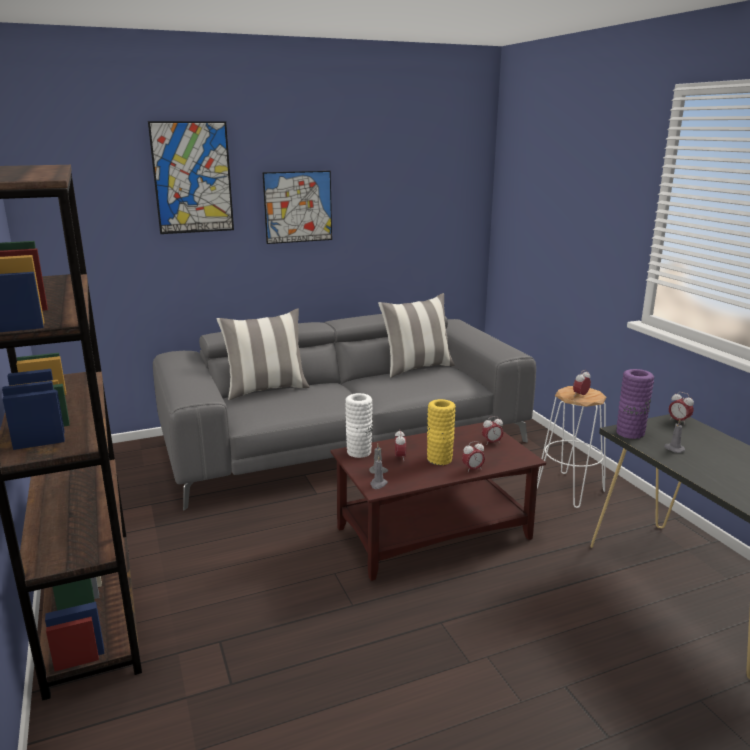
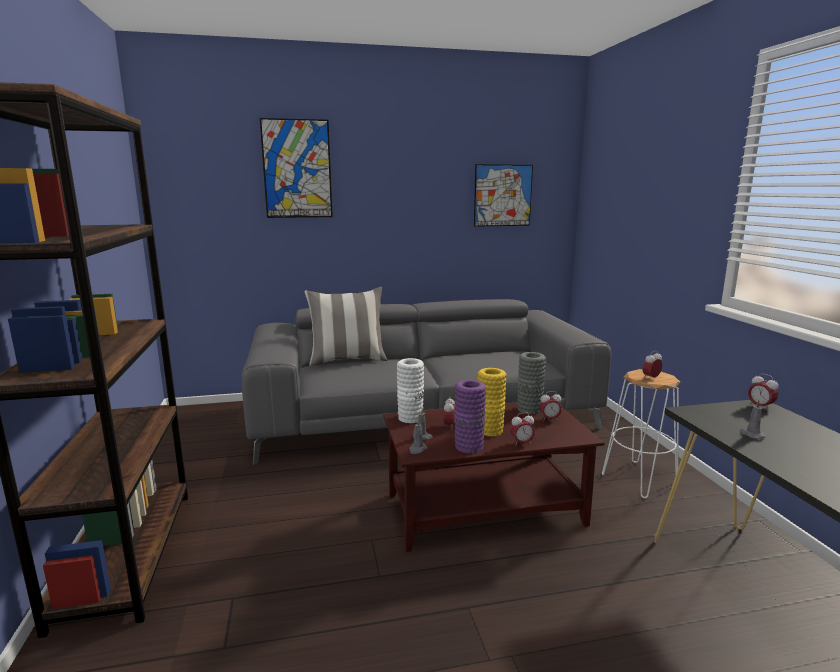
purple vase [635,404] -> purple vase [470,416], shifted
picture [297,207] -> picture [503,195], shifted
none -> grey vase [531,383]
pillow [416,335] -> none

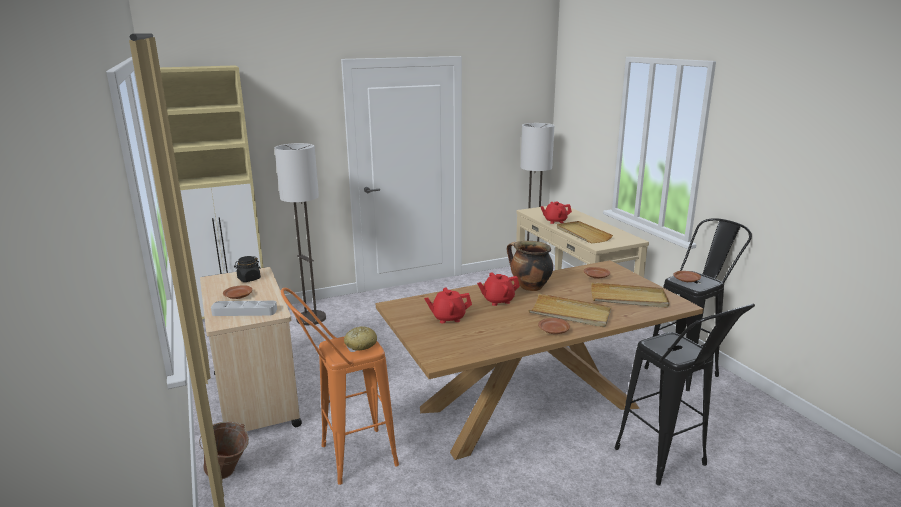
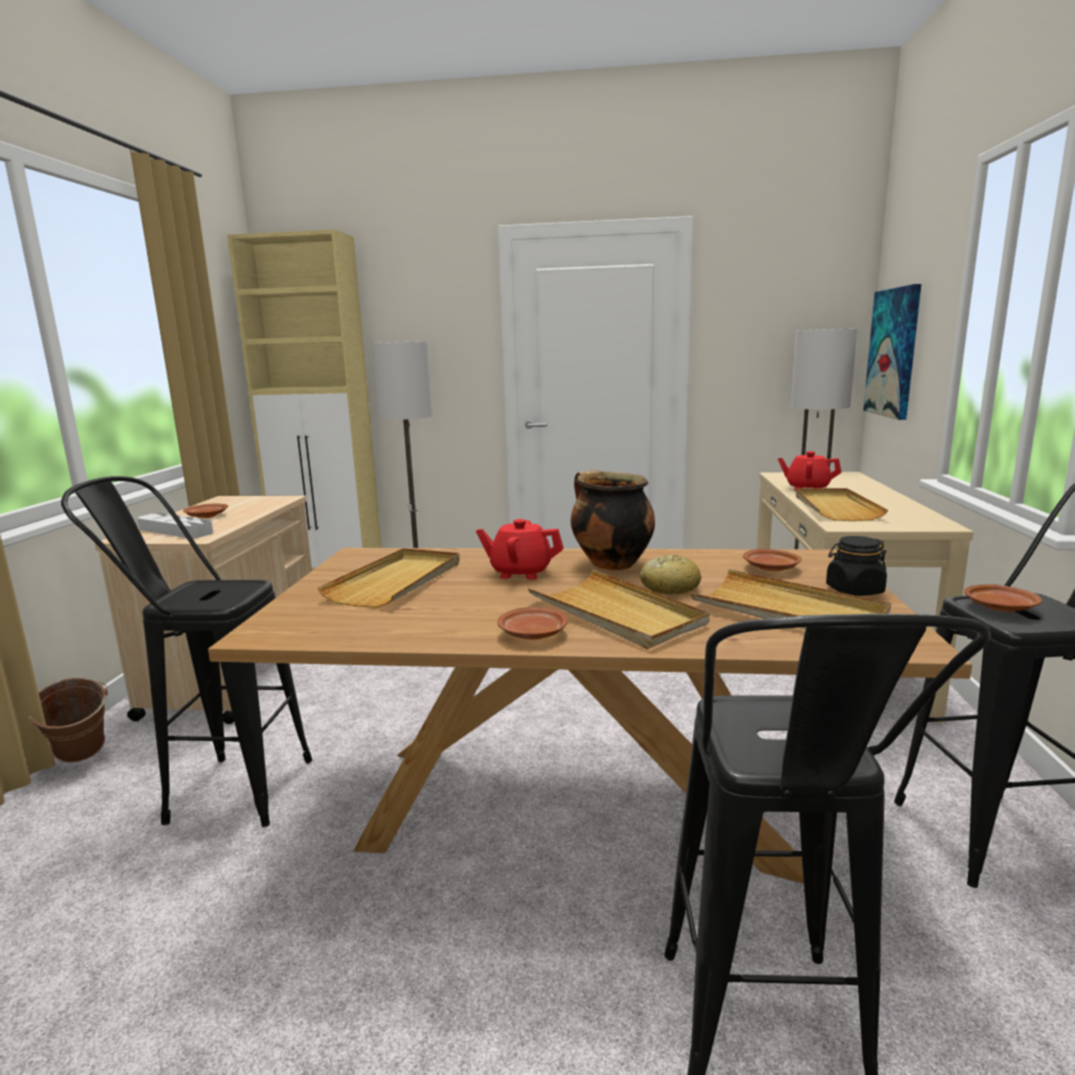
orange stool [340,386] -> black stool [186,651]
red teapot [448,305] -> beige tray [388,578]
bread [360,338] -> bread [670,574], shifted
black jar [247,269] -> black jar [856,566], shifted
none -> picture [892,352]

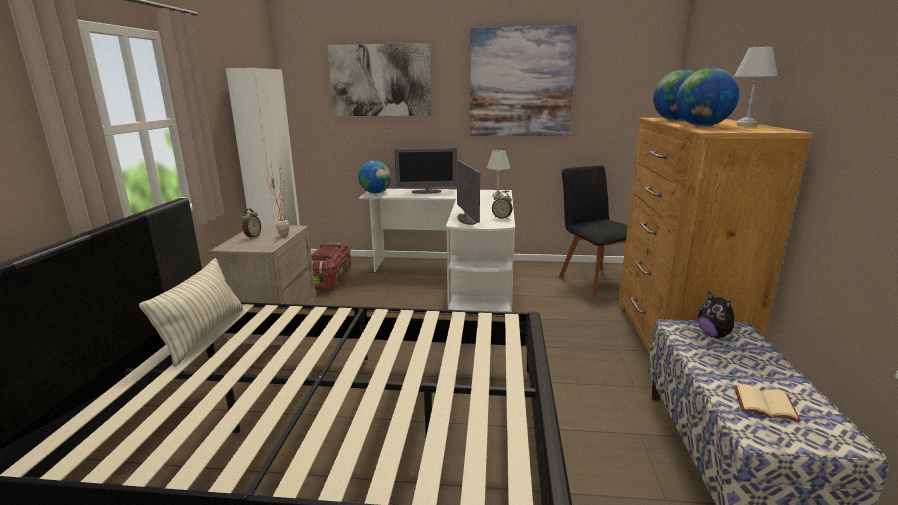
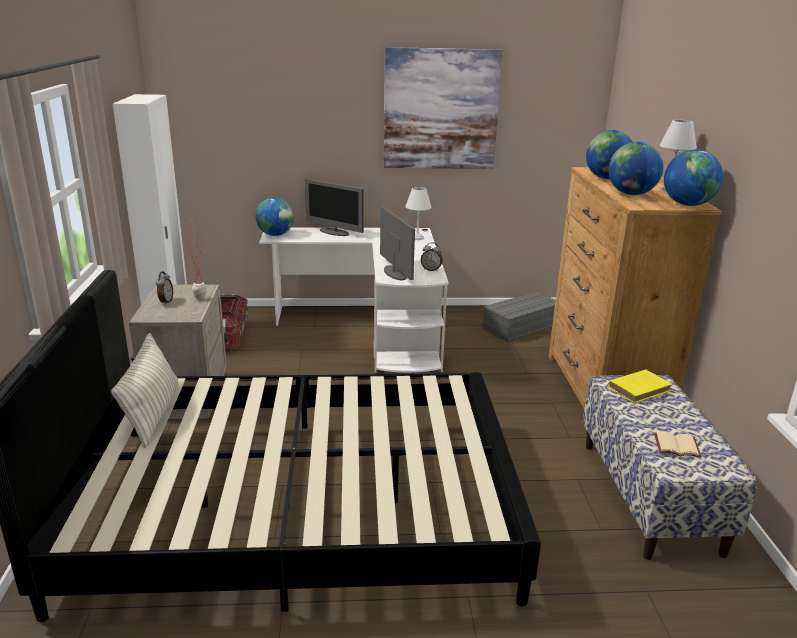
monitor [426,171] -> monitor [334,207], 45 degrees clockwise
black chair [593,230] -> grey storage box [519,317]
plush toy [719,314] -> yellow book [640,386]
none -> globe [693,178]
picture [379,79] -> none

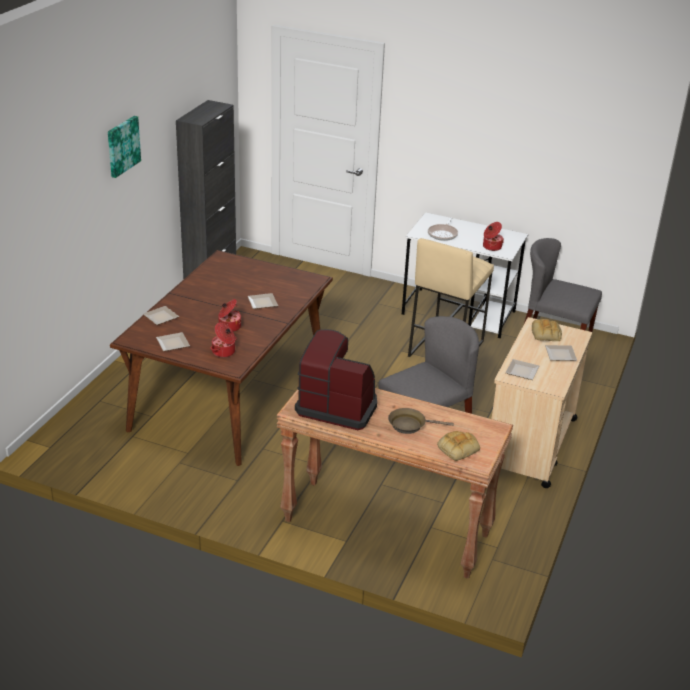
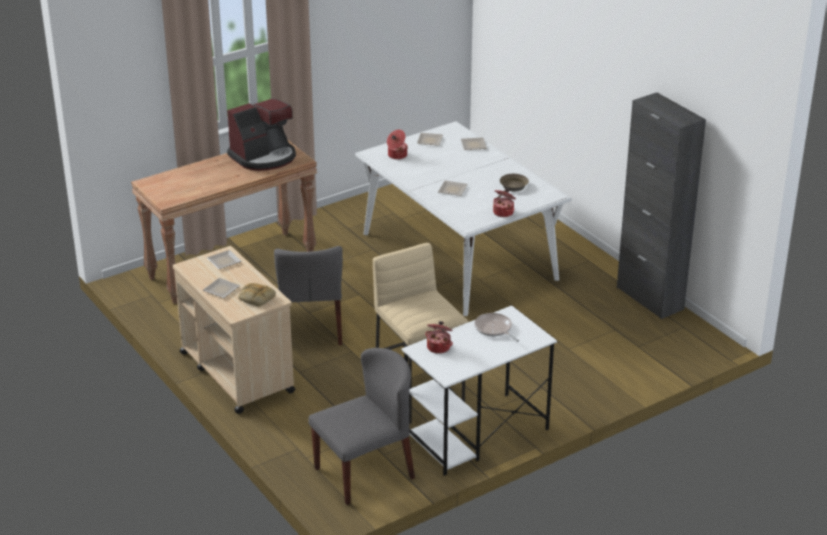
brown dining table [221,358] -> white dining table [463,218]
cooking pot [229,315] -> cooking pot [504,203], shifted
brown frying pan [421,421] -> brown frying pan [513,186], shifted
picture [124,147] -> none
bread [458,446] -> none

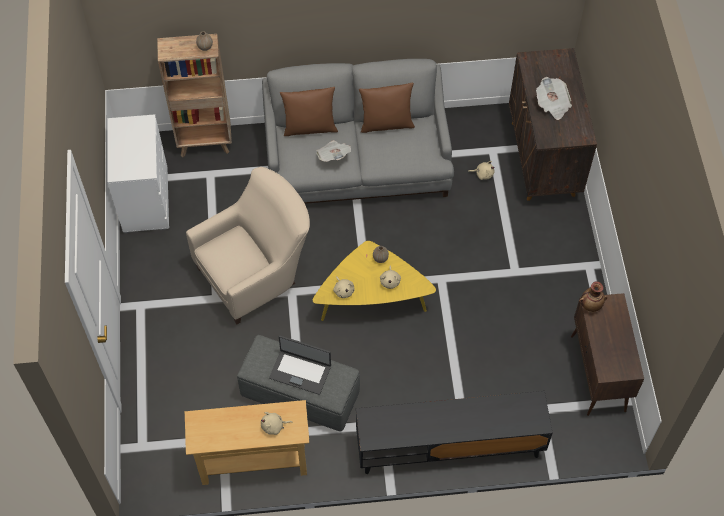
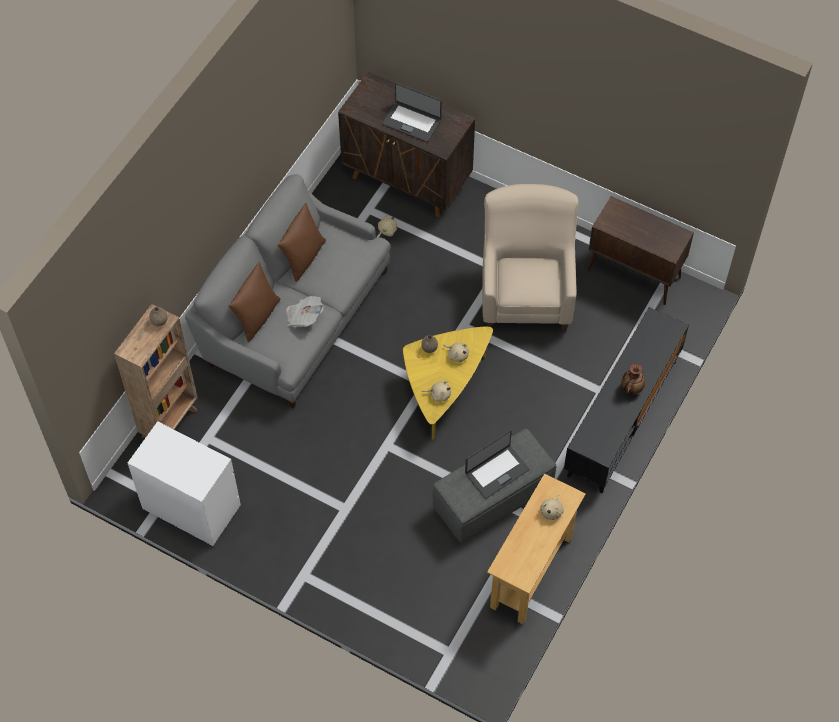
newspaper [554,98] -> laptop [412,112]
beige armchair [248,245] -> beige armchair [530,258], shifted
vase [593,296] -> vase [633,379], shifted

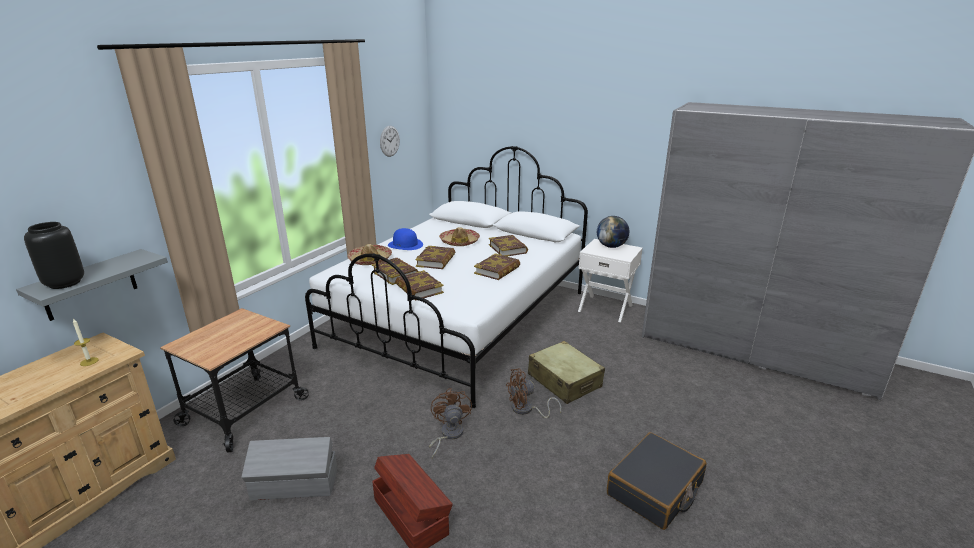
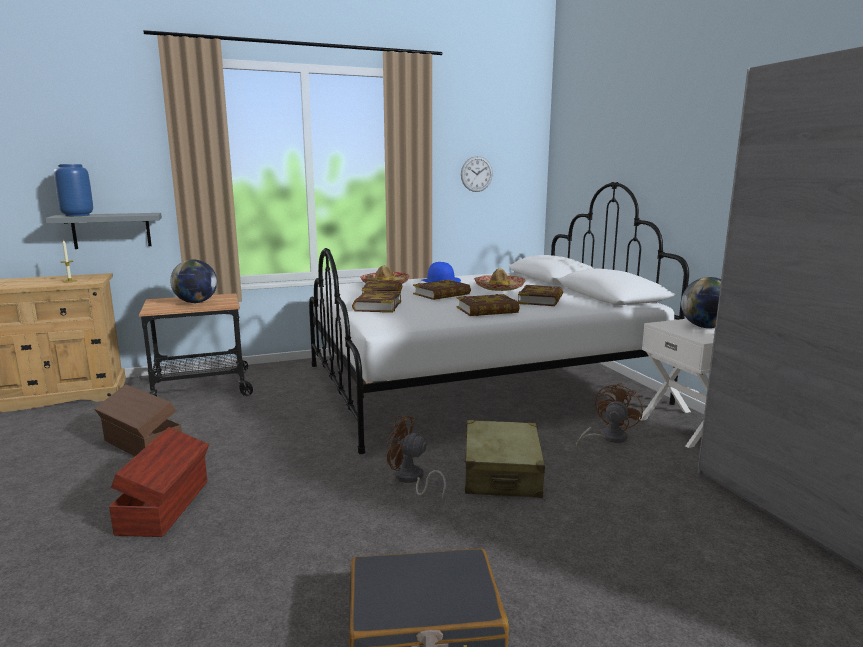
black vase [54,255] -> blue vase [73,190]
grey storage box [289,468] -> brown storage box [138,420]
none -> globe [193,281]
brown fan [450,423] -> brown fan [609,415], shifted

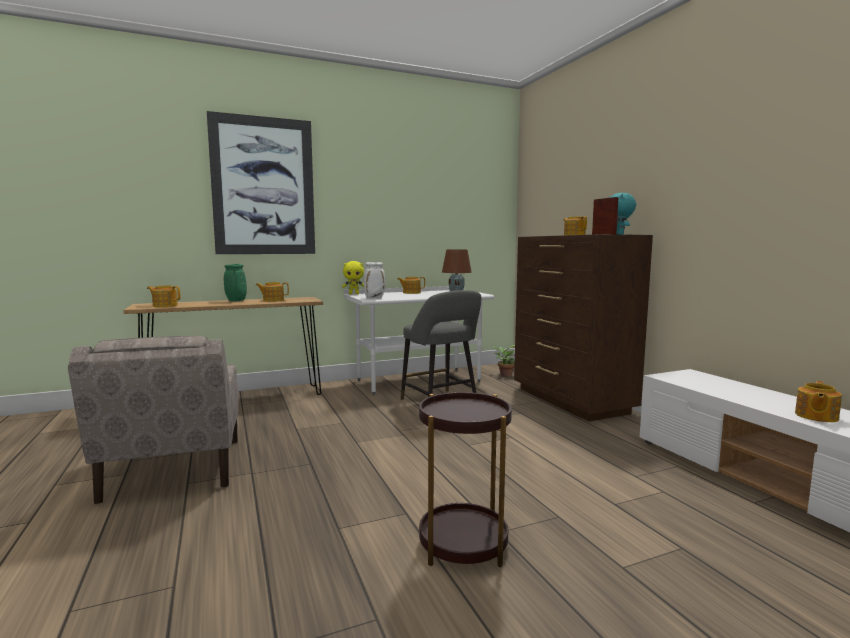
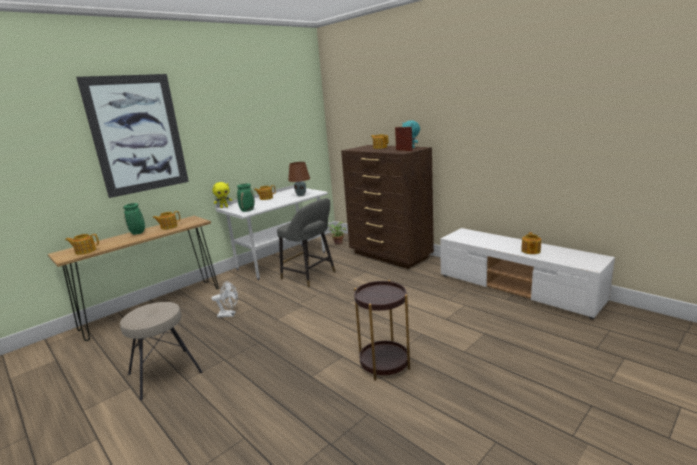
beige armchair [153,420] -> beige stool [161,351]
none -> white fan [224,299]
white vase [374,280] -> green vase [246,198]

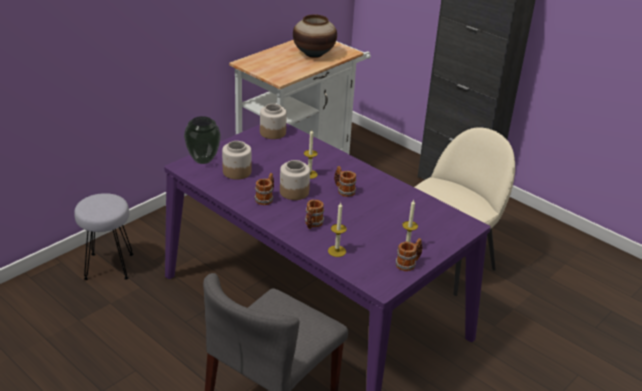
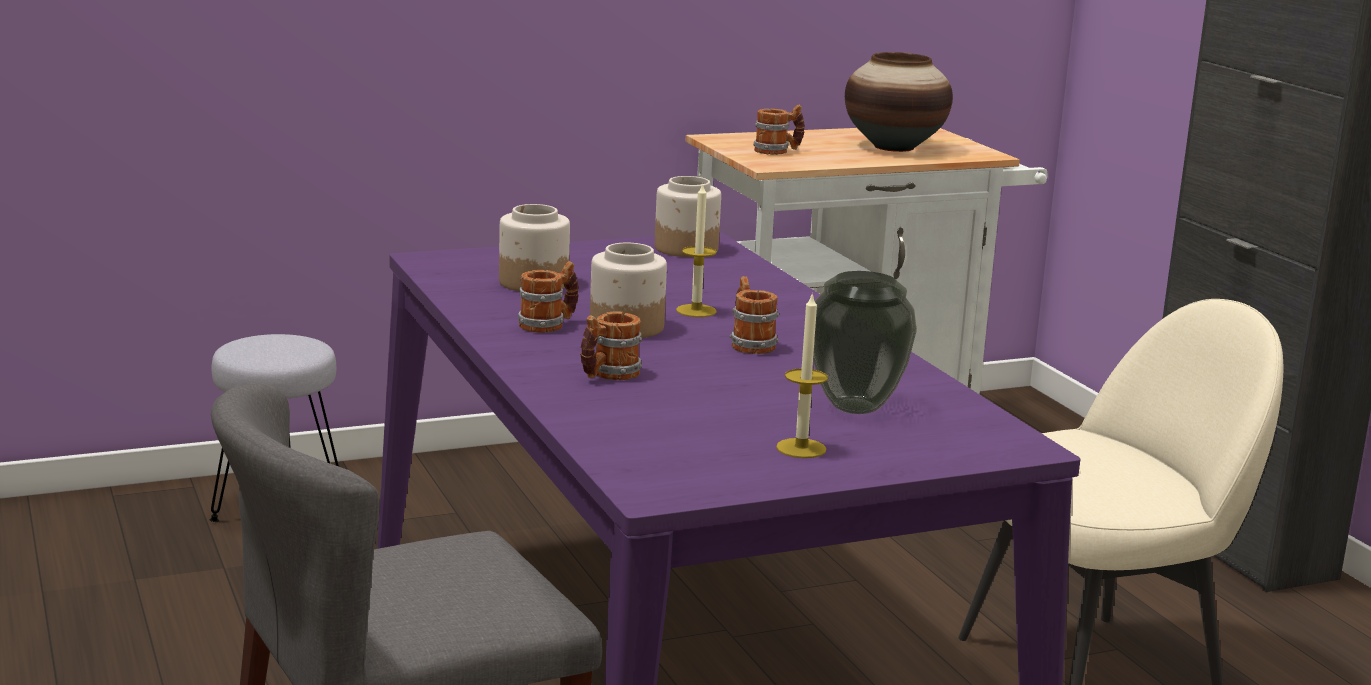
mug [409,254] -> mug [779,129], shifted
vase [202,140] -> vase [865,342], shifted
candle [337,230] -> none

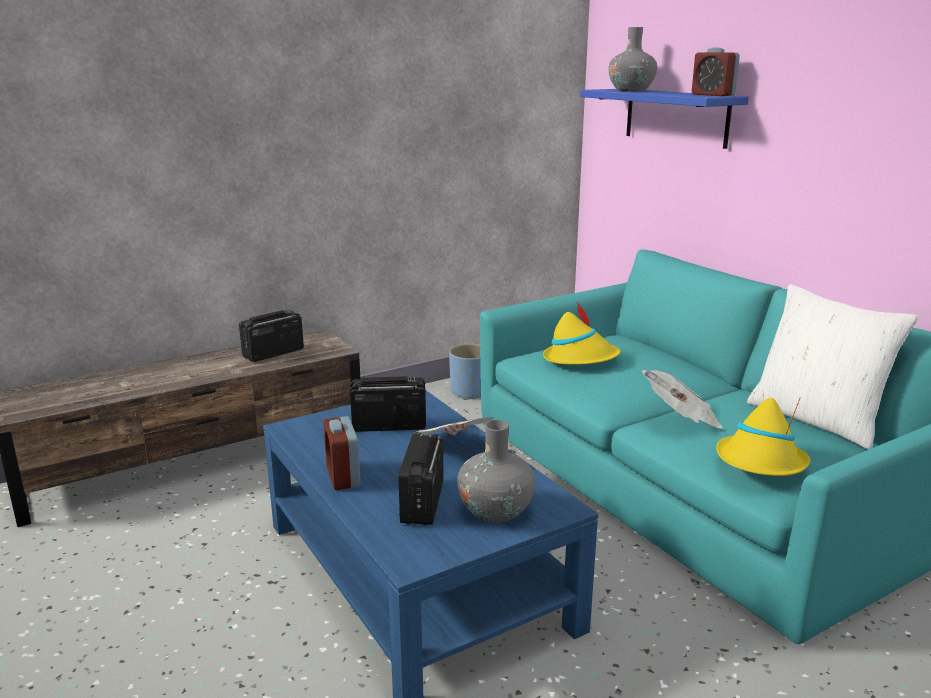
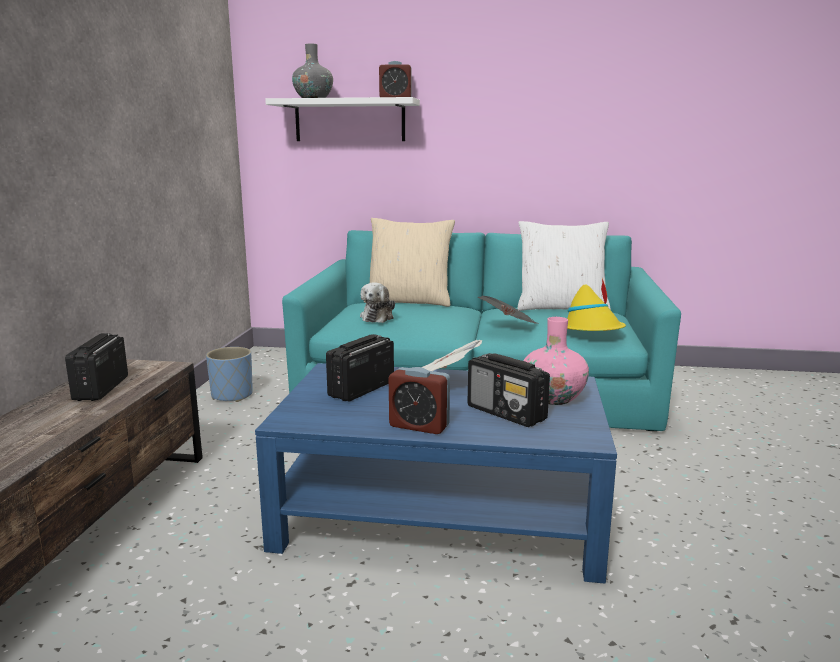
blue shelf [664,119] -> white shelf [342,119]
yellow hat [581,333] -> plush toy [377,302]
none -> beige pillow [409,262]
grey vase [496,471] -> pink vase [556,361]

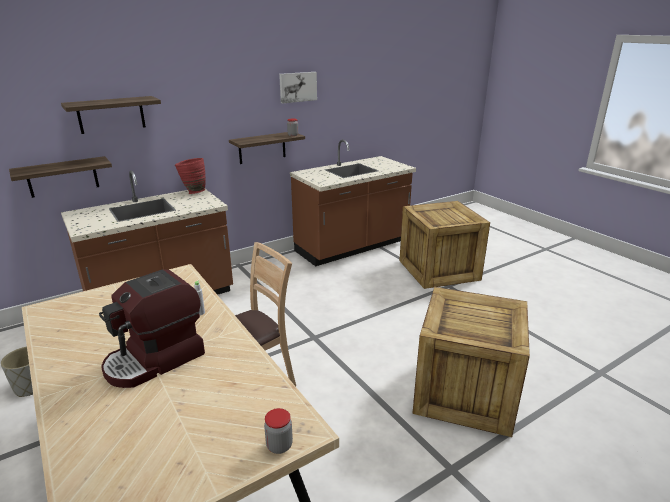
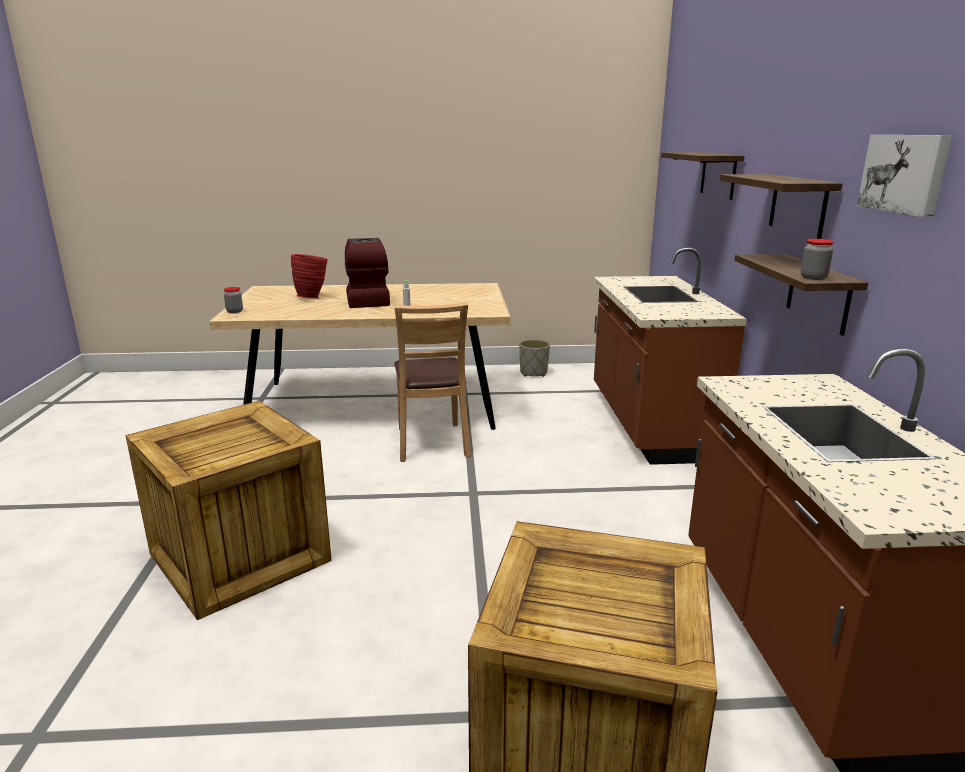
red vase [190,176] -> red vase [309,276], shifted
shelf [60,177] -> shelf [781,206], shifted

